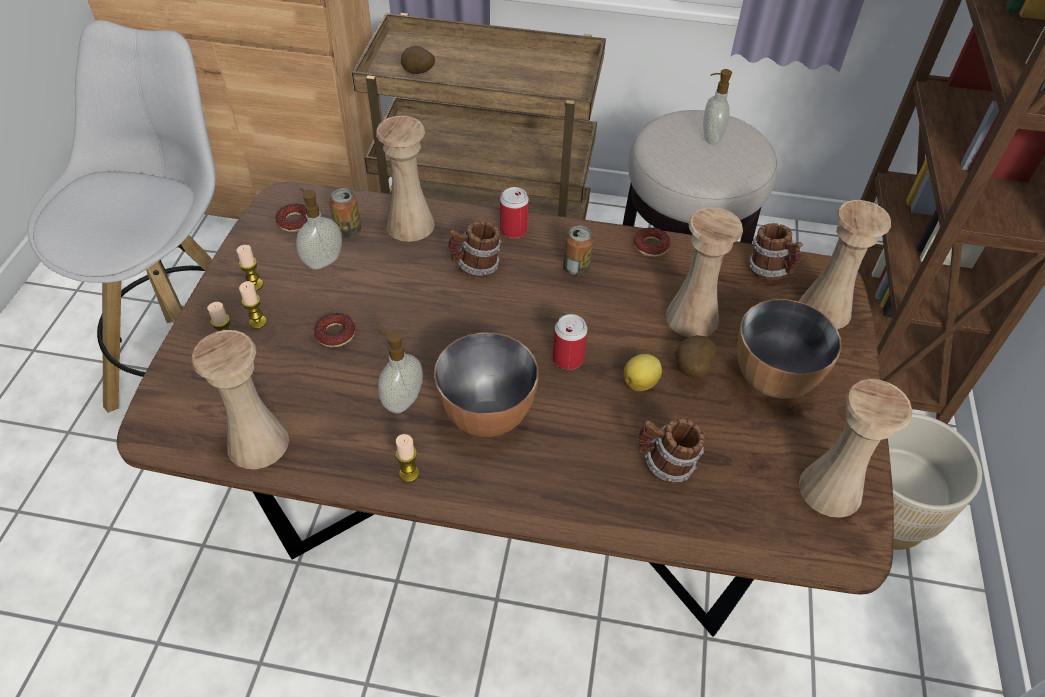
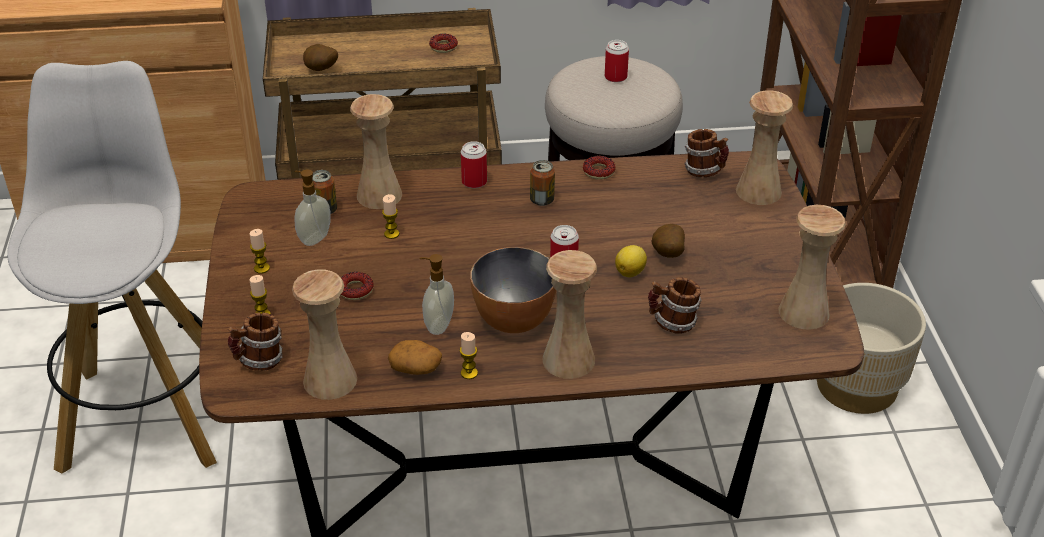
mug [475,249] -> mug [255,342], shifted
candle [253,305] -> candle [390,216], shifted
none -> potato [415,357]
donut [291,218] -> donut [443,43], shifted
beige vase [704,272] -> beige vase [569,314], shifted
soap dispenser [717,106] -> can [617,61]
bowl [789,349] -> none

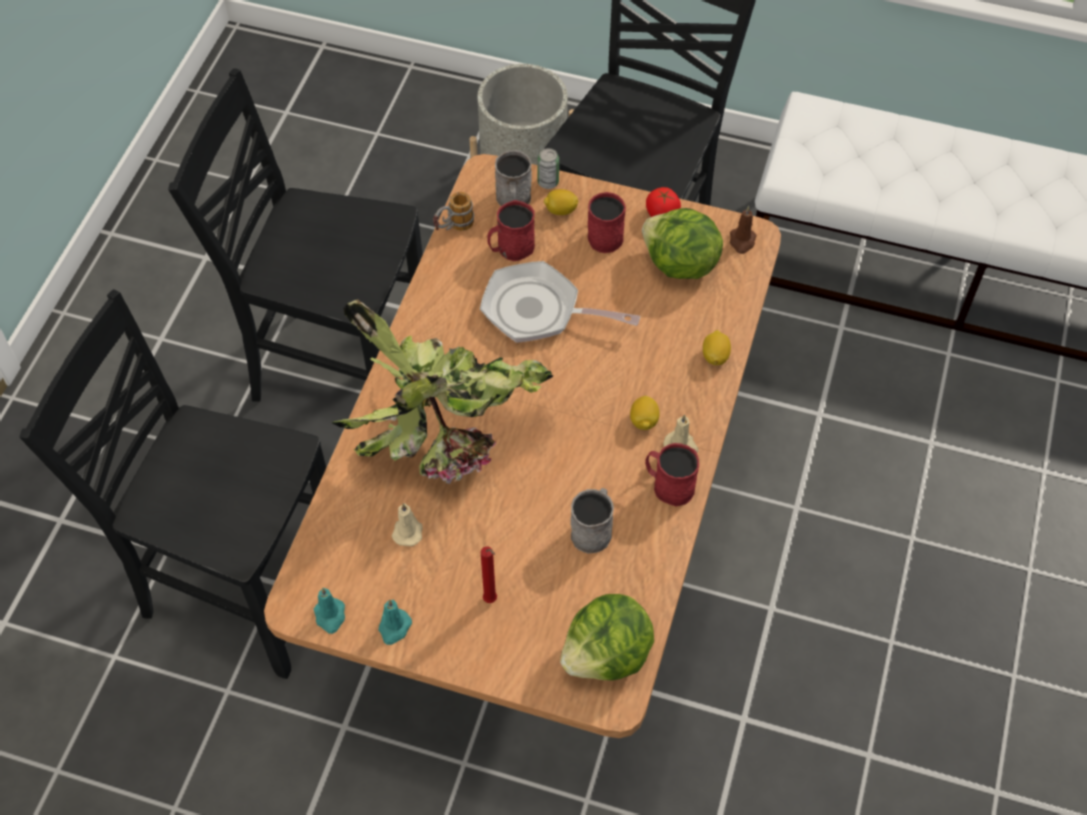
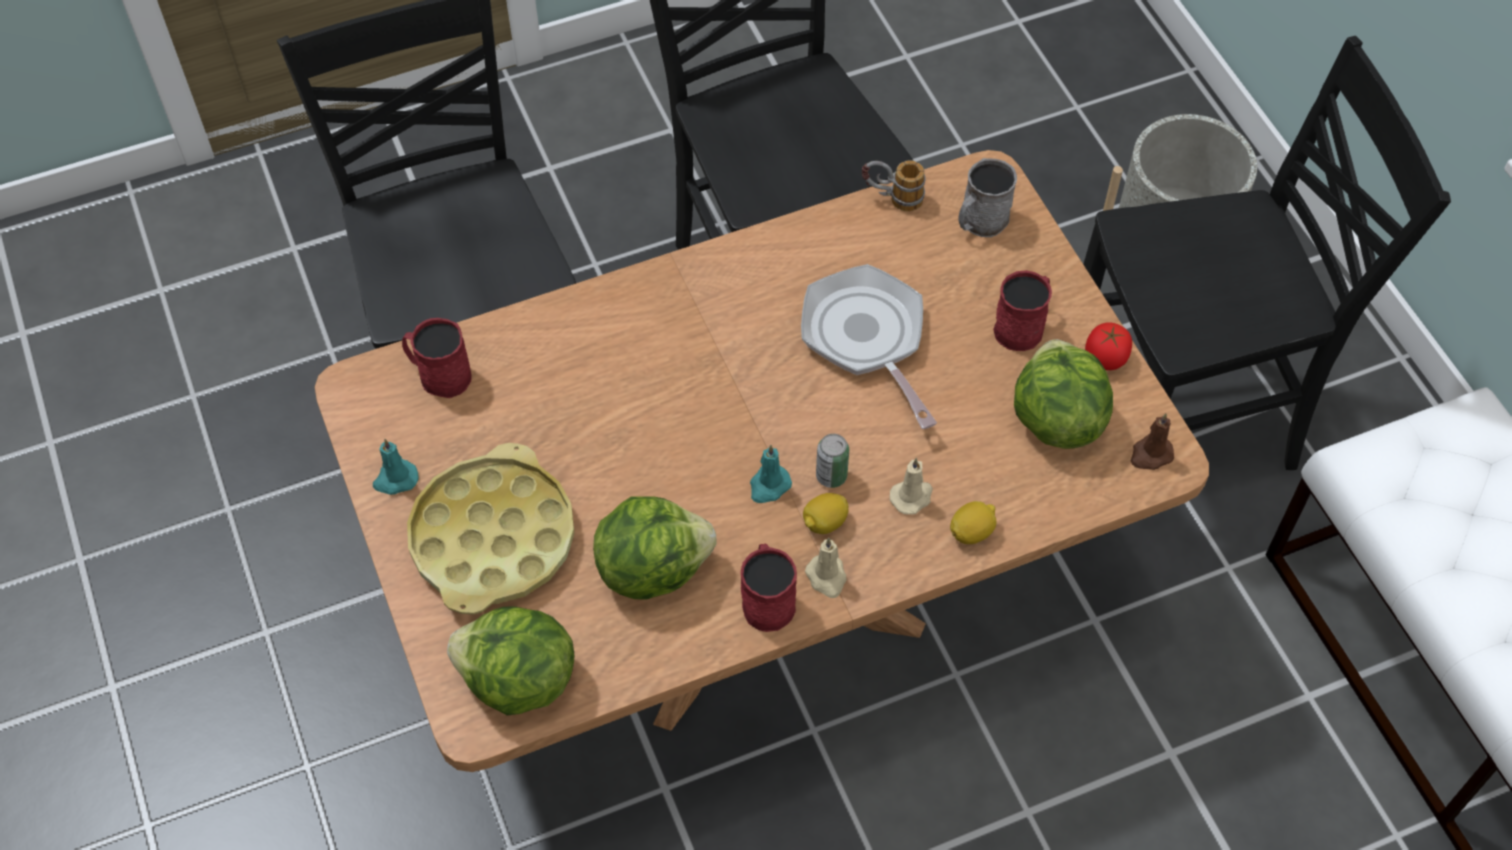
red mug [511,230] -> red mug [437,358], shifted
red candle [489,574] -> yellow tray [490,529]
grey mug [592,520] -> lettuce [655,548]
turquoise candle [329,611] -> turquoise candle [771,474], shifted
can [548,168] -> can [832,461], shifted
beige candle [407,524] -> beige candle [911,486], shifted
potted plant [443,391] -> none
lemon [561,202] -> none

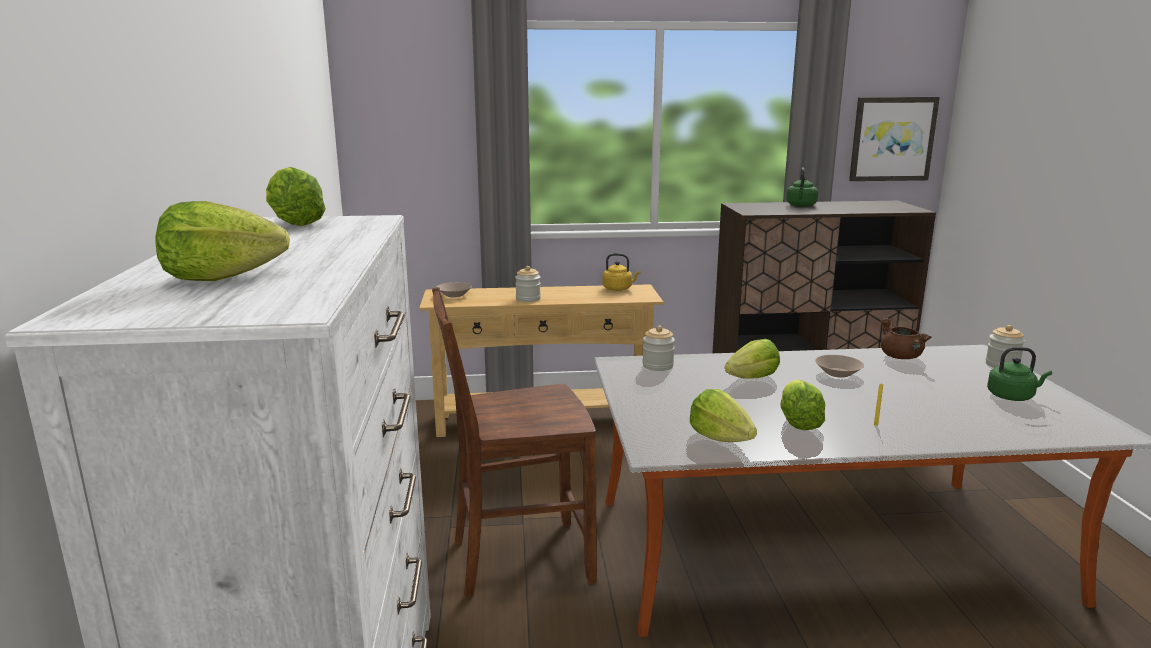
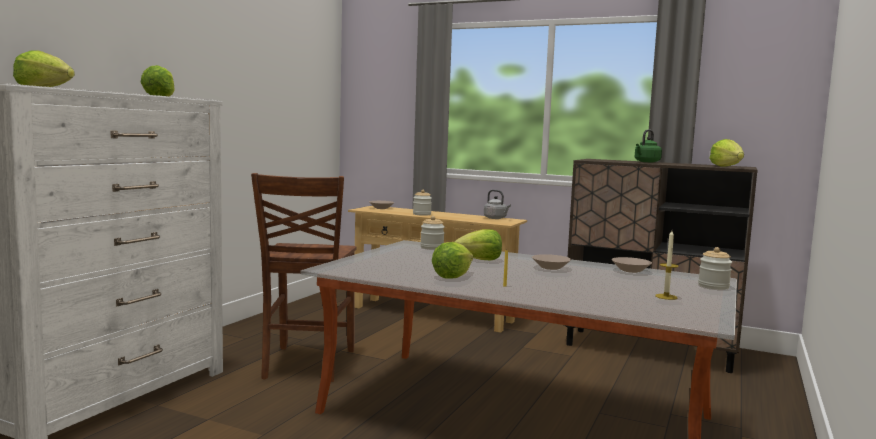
brown chair [514,442] -> brown chair [304,277], 105 degrees counterclockwise
yellow kettle [621,272] -> grey kettle [497,204]
brown cooking pot [905,338] -> beige bowl [632,265]
green kettle [1019,374] -> candle [666,265]
lettuce [723,415] -> lettuce [727,153], shifted
picture [894,139] -> none

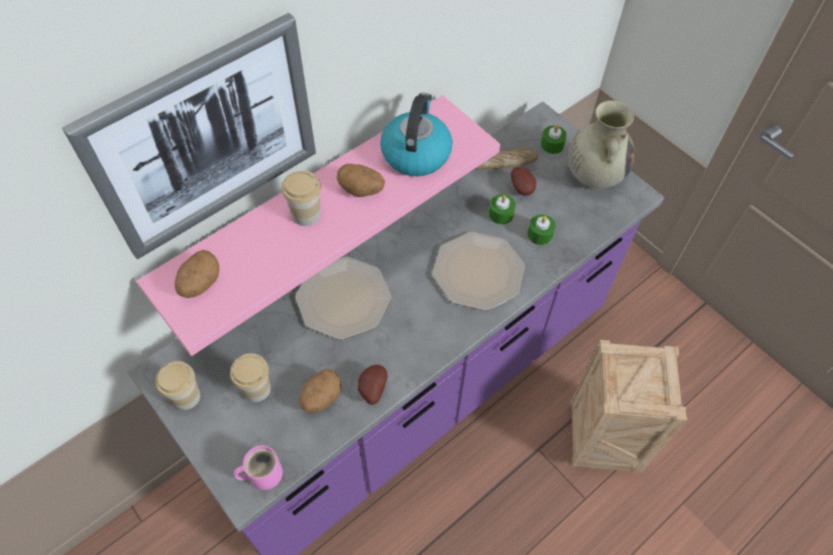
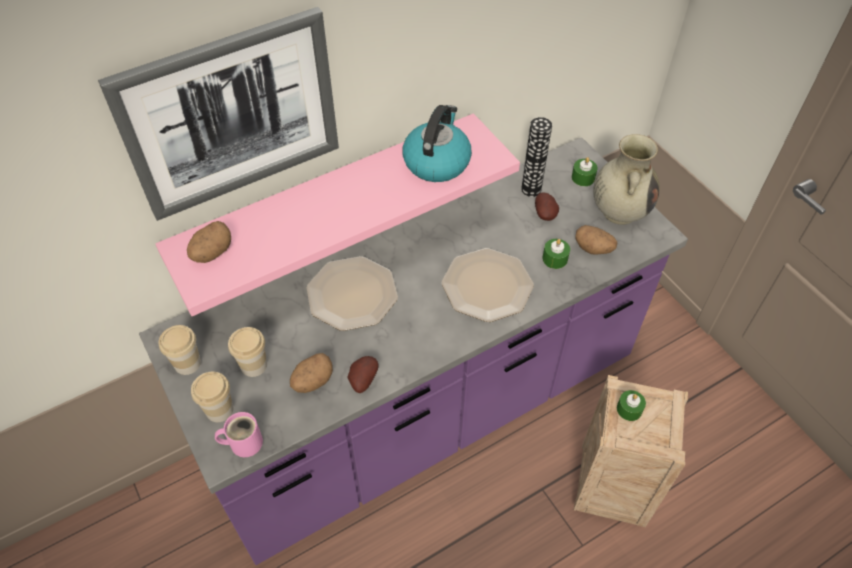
cup [301,198] -> cup [212,397], shifted
bread [506,158] -> vase [536,157]
potato [360,180] -> potato [596,240], shifted
green candle [502,209] -> green candle [631,405], shifted

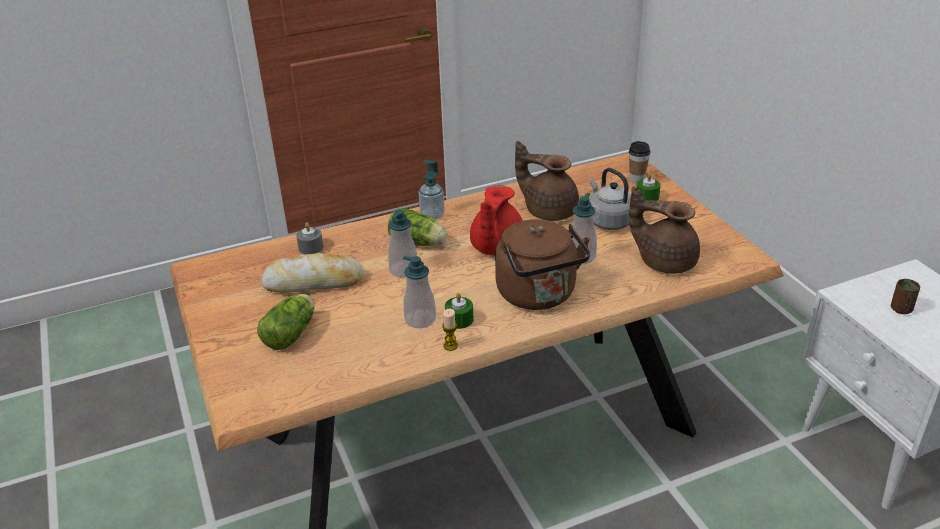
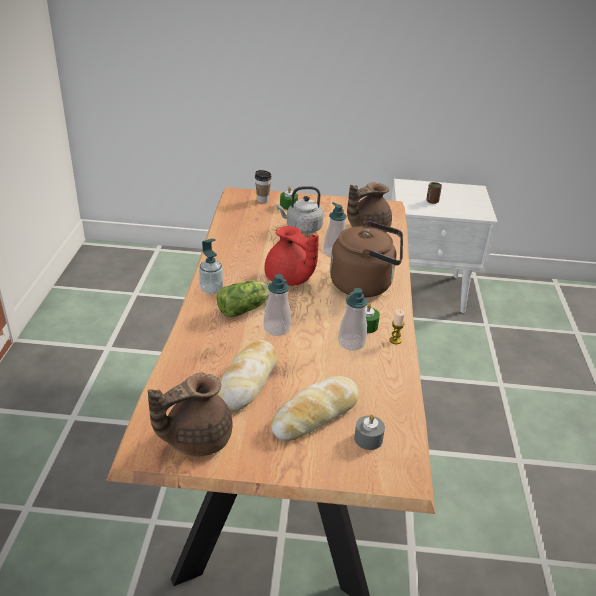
brown teapot [547,181] -> brown teapot [190,415], shifted
lettuce [286,322] -> bread [315,408]
grey candle [309,238] -> grey candle [369,432], shifted

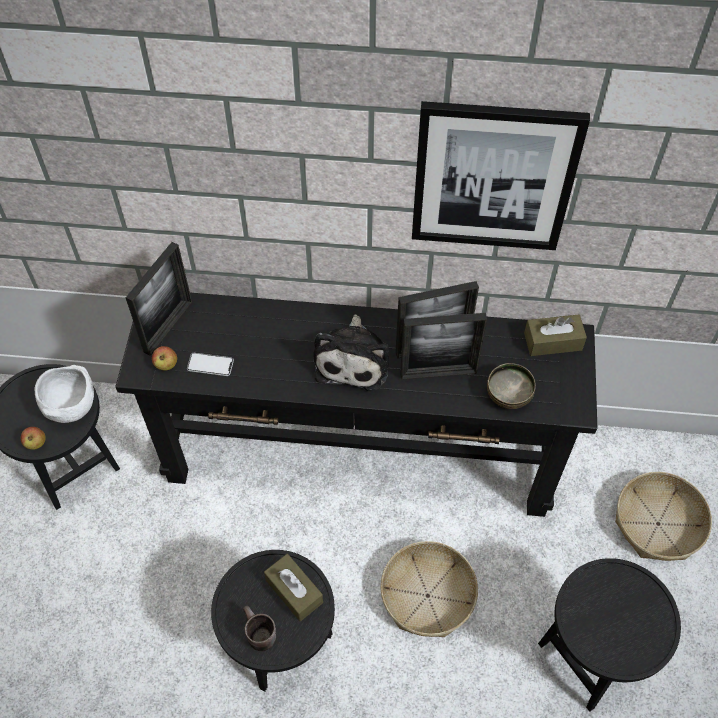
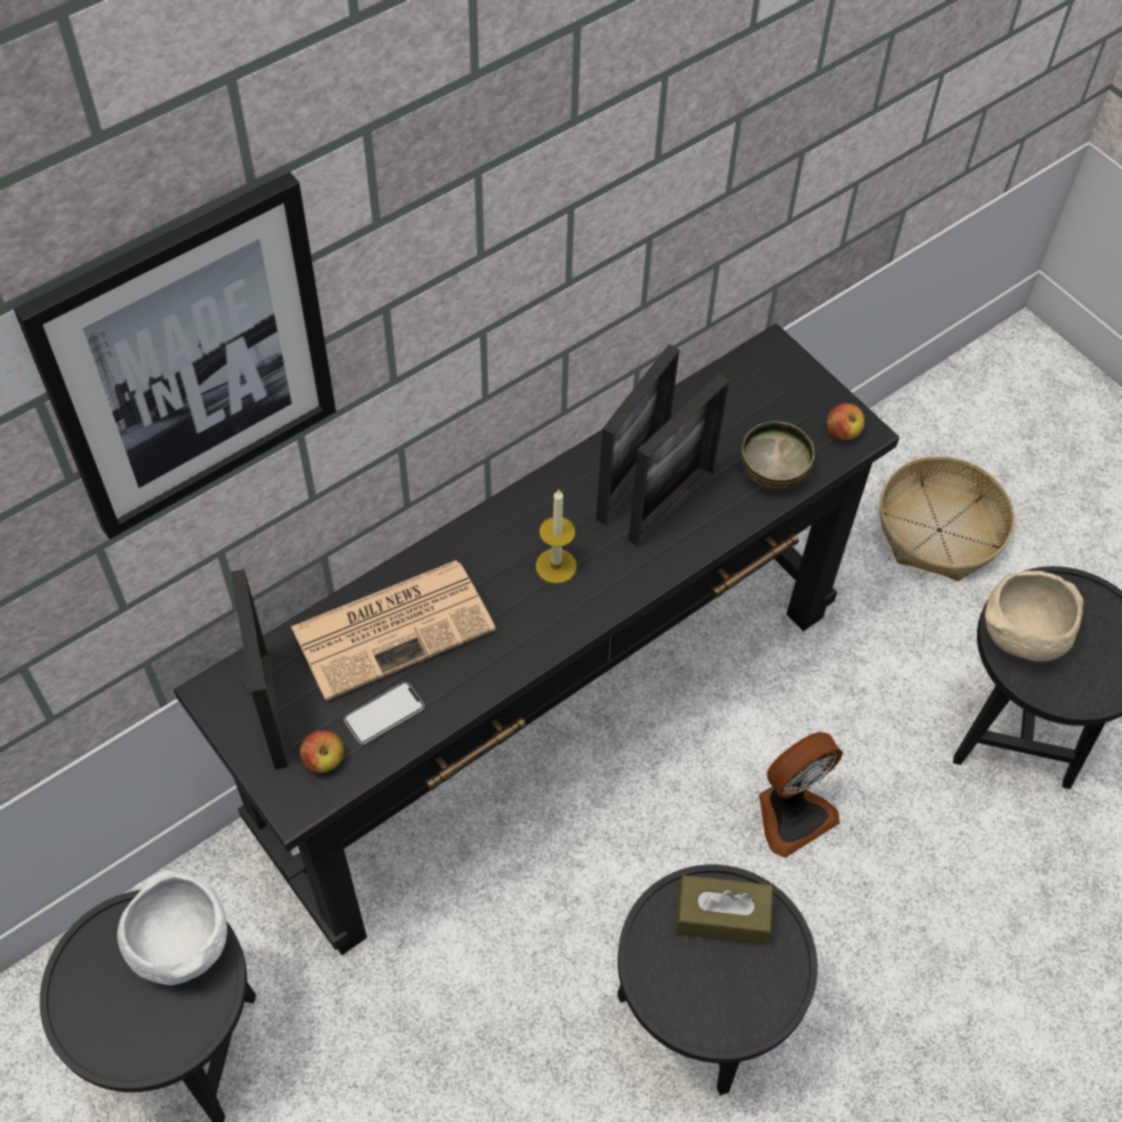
picture [501,175] -> picture [175,355], shifted
none -> newspaper [393,630]
plush toy [351,353] -> candle [556,536]
basket [429,589] -> fan [801,795]
apple [33,438] -> apple [846,422], shifted
none -> beige bowl [1034,616]
brown mug [259,628] -> none
brown tissue box [555,335] -> none

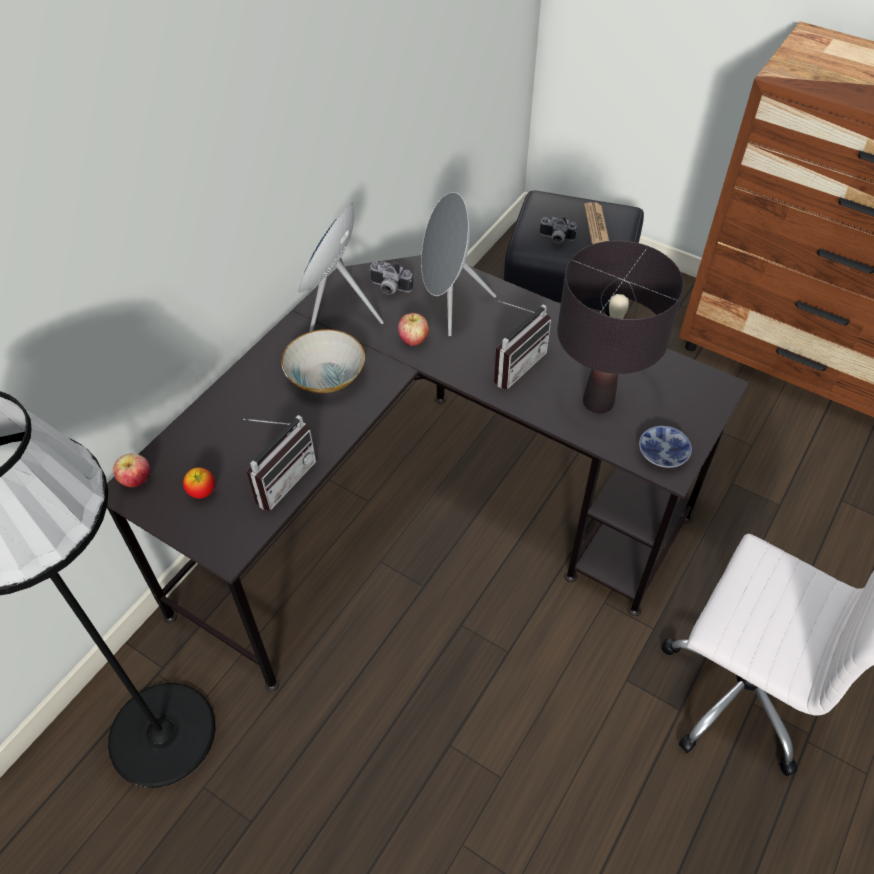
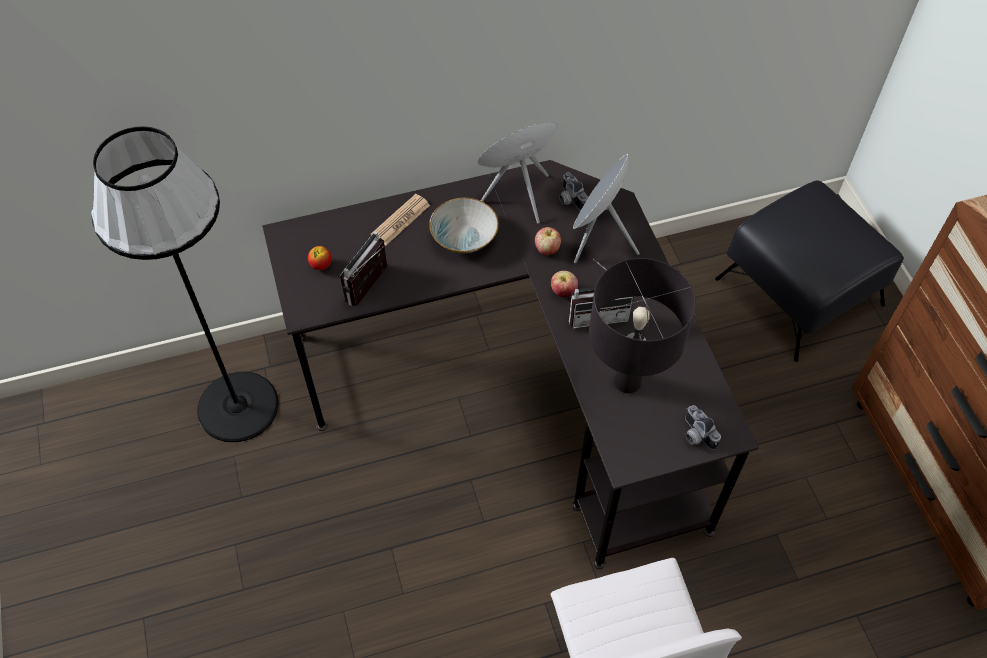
radio [279,463] -> radio [363,269], 135 degrees clockwise
newspaper [596,223] -> newspaper [400,220], shifted
apple [131,470] -> apple [564,284], shifted
photo camera [558,229] -> photo camera [703,427], shifted
bowl [665,447] -> none

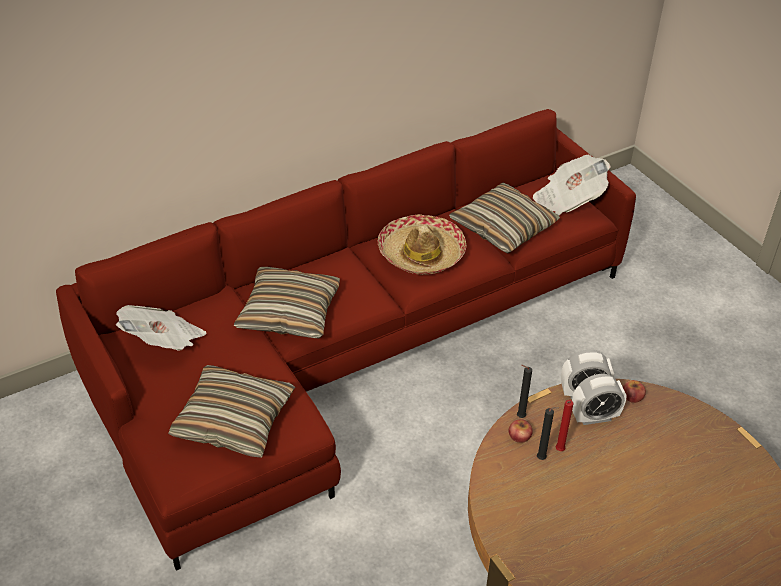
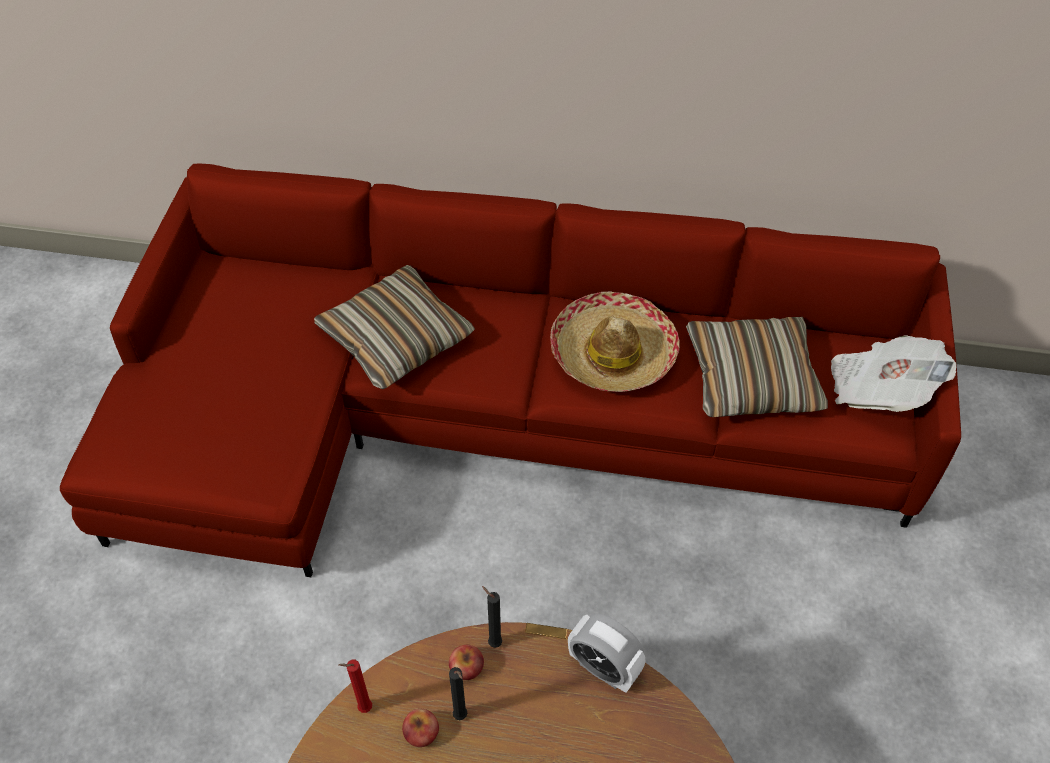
red candle [565,425] -> red candle [355,686], shifted
apple [634,391] -> apple [420,728], shifted
newspaper [161,327] -> none
pillow [231,411] -> none
alarm clock [599,399] -> none

